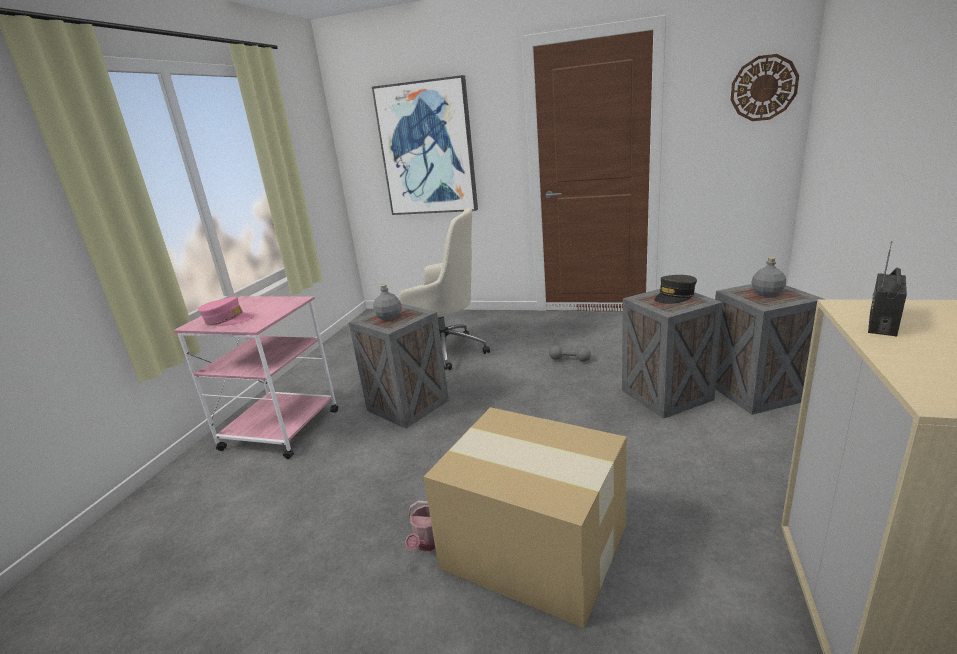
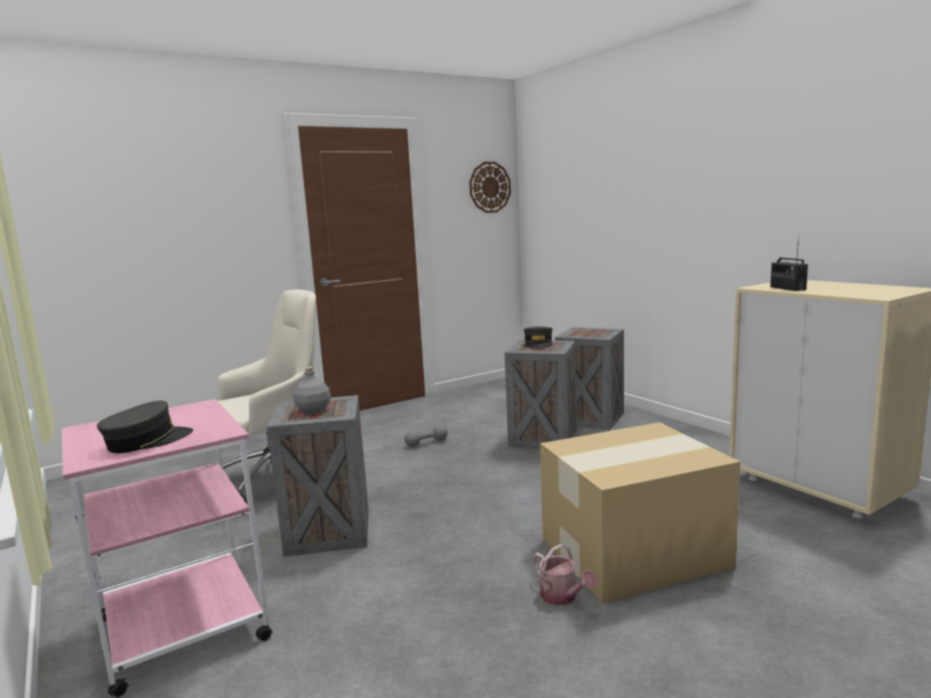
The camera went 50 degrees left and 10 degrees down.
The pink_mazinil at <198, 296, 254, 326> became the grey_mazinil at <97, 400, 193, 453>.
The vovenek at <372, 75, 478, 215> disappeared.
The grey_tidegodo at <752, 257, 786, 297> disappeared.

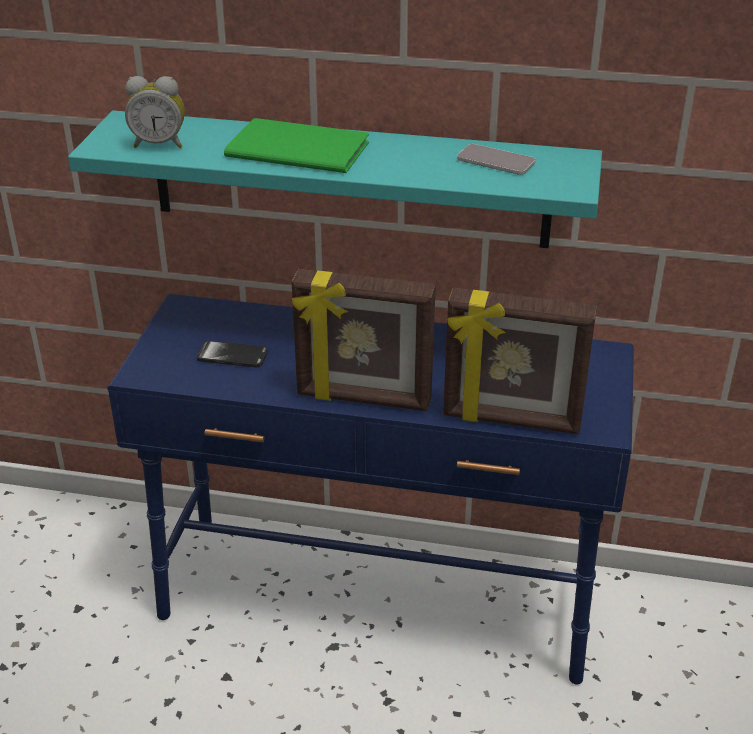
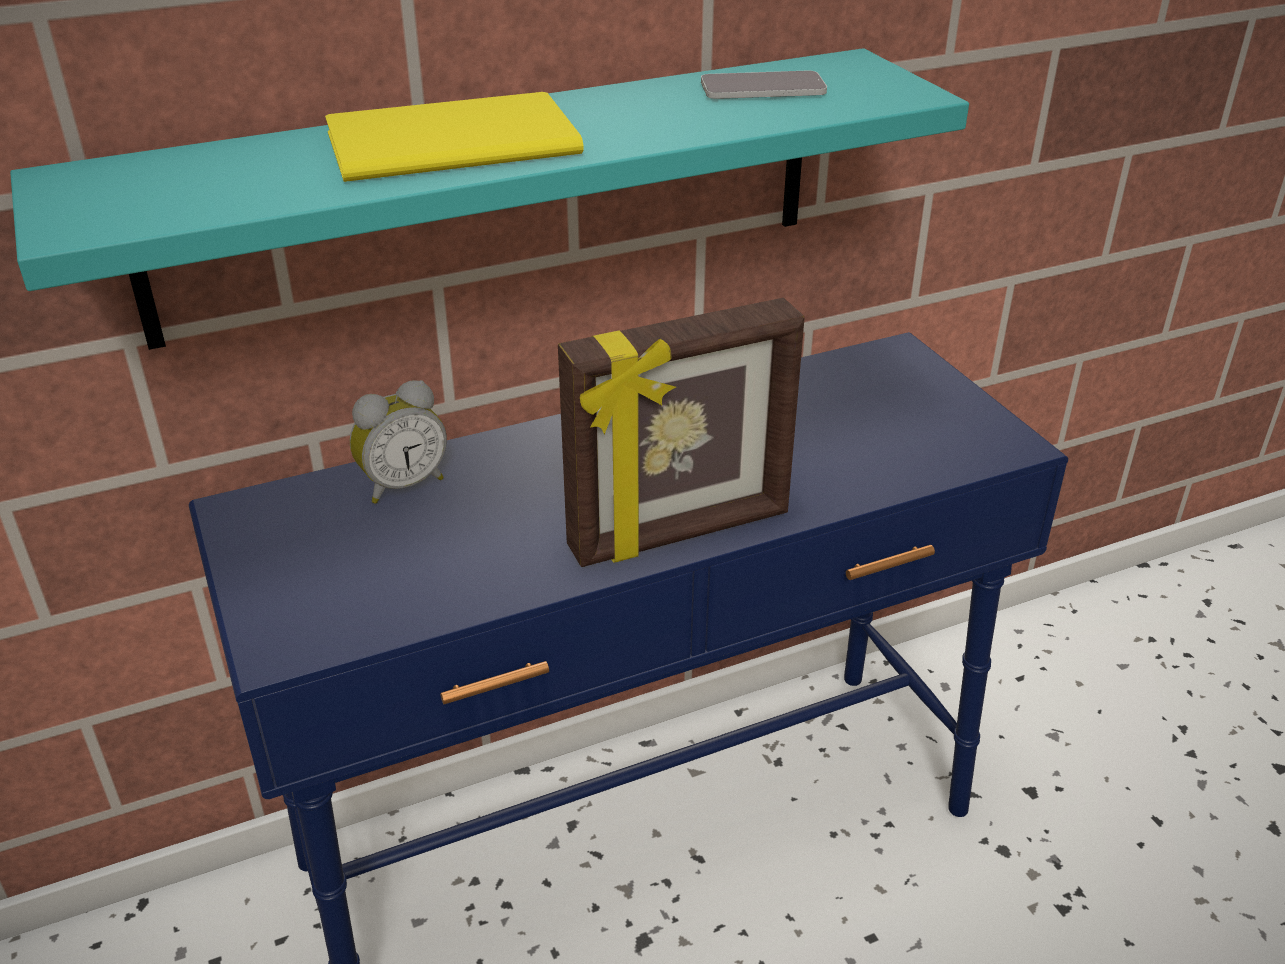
The camera went 35 degrees left and 0 degrees up.
The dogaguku moved from <125, 76, 185, 148> to <350, 380, 447, 504>.
The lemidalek at <197, 340, 268, 367> disappeared.
The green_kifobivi at <224, 118, 369, 173> became the yellow_kifobivi at <325, 92, 584, 182>.
The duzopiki at <443, 288, 597, 434> disappeared.

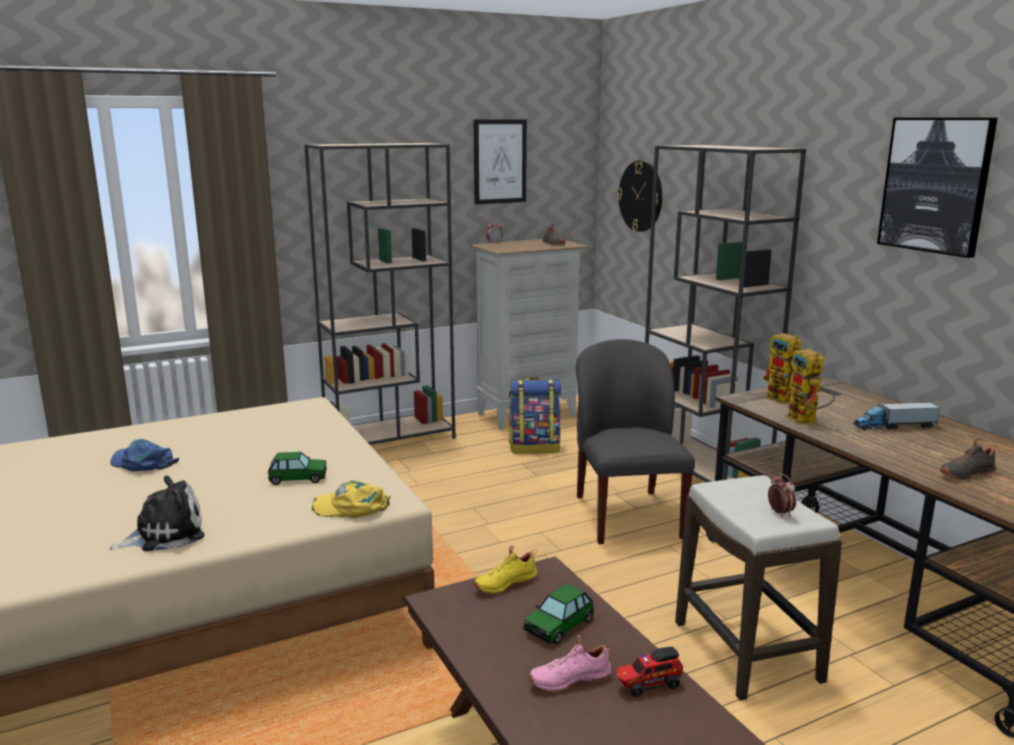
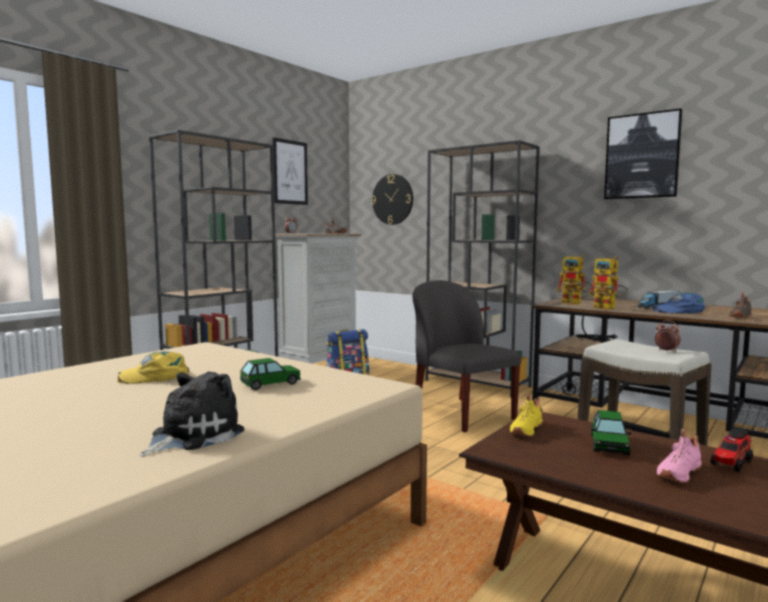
The camera went 25 degrees left and 10 degrees down.
The blue_mazinil moved from <111, 439, 179, 471> to <652, 293, 706, 314>.
The yellow_mazinil moved from <312, 481, 391, 518> to <117, 351, 189, 384>.

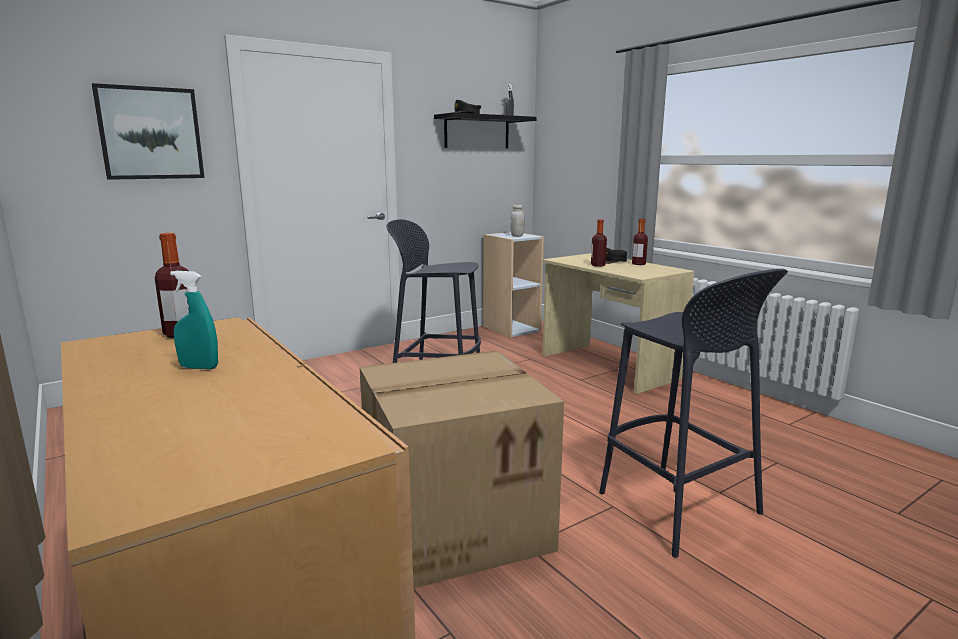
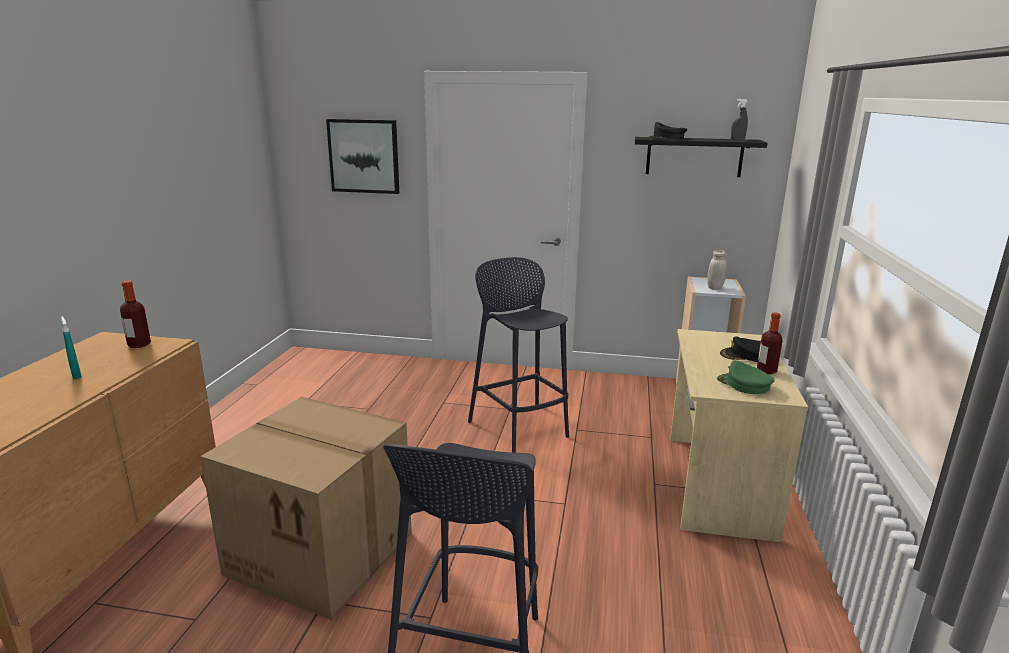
The camera went 45 degrees right and 5 degrees up.
The tidegodo at <591, 219, 607, 267> disappeared.
The green_mazinil at <717, 360, 775, 394> appeared.

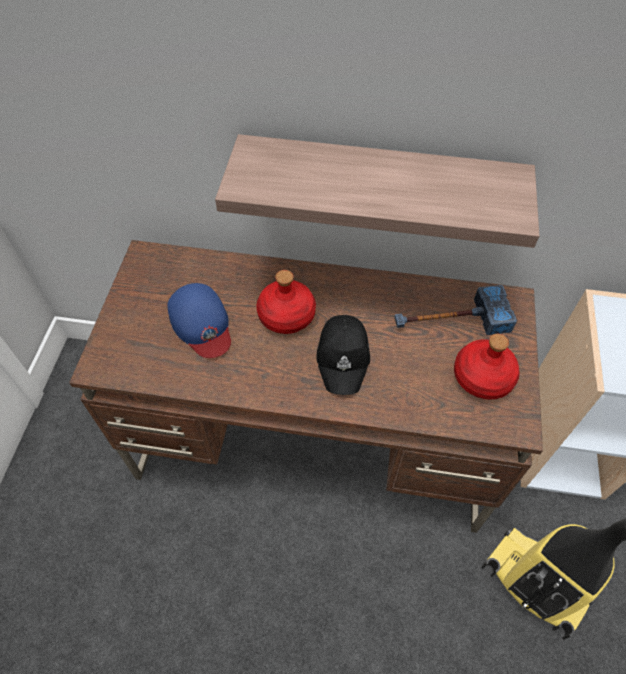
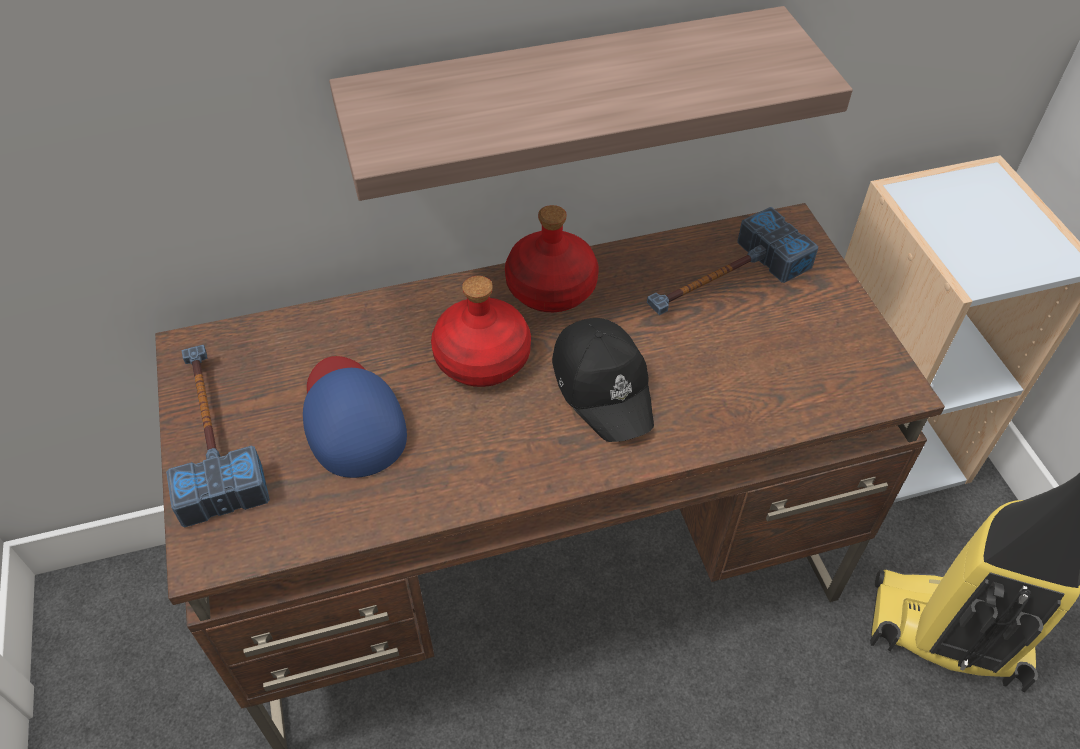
The camera went 25 degrees left and 5 degrees down.
The blue_mazinil at <167, 283, 231, 358> turned 150 degrees counterclockwise.
The red_tidegodo moved from <454, 334, 520, 400> to <505, 205, 599, 312>.
The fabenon at <166, 345, 270, 527> appeared.

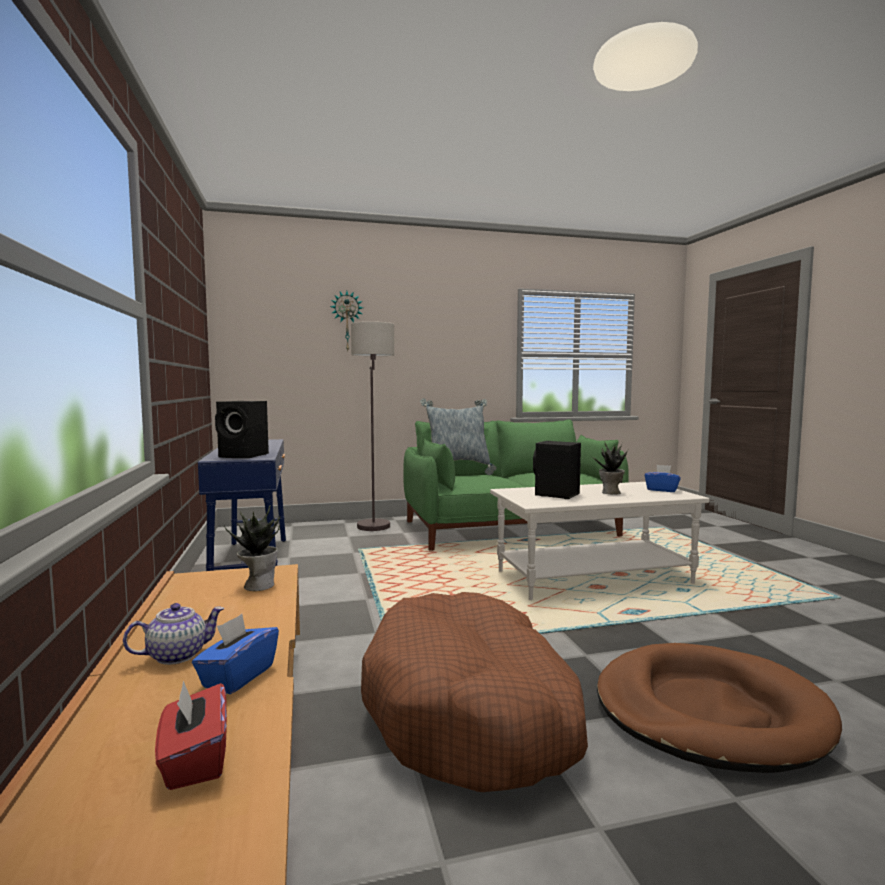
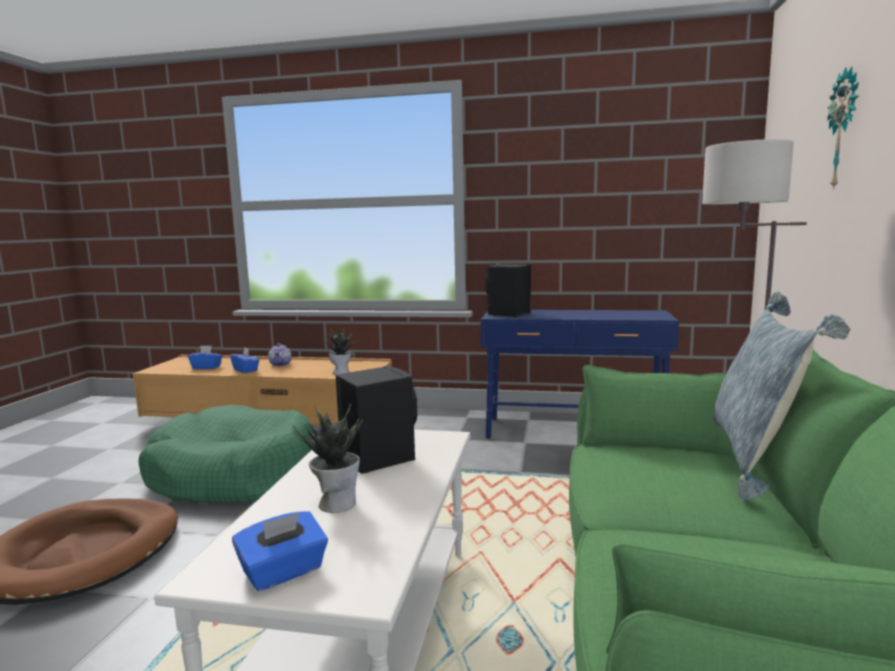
The camera went 115 degrees right and 5 degrees up.
The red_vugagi at <155, 681, 227, 790> became the blue_vugagi at <188, 345, 223, 369>.
The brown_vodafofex at <361, 592, 588, 792> became the green_vodafofex at <138, 405, 313, 503>.

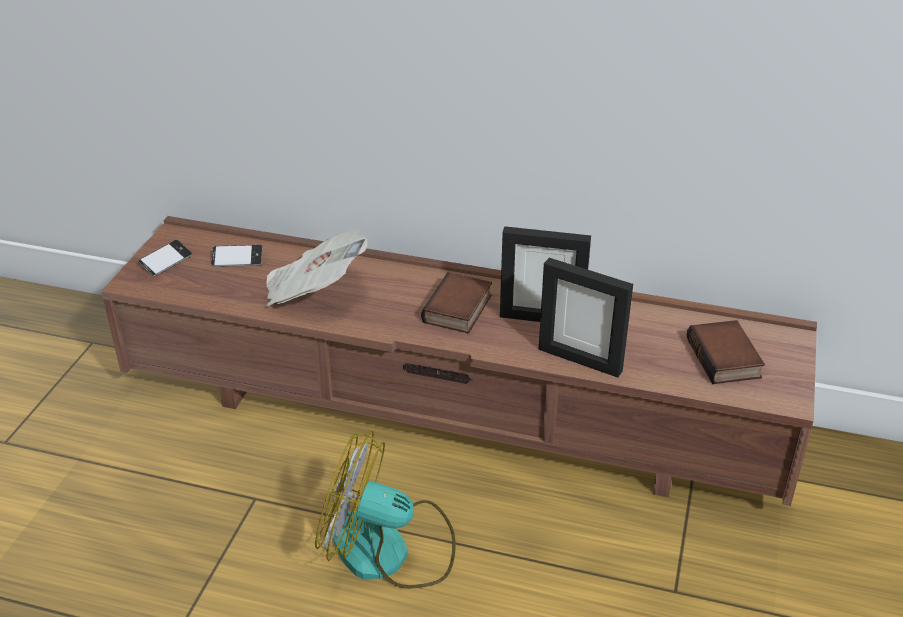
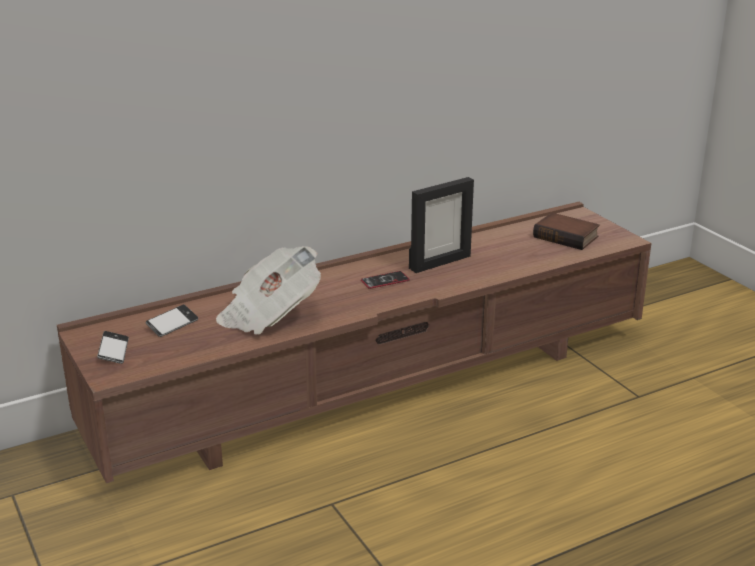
The camera went 45 degrees left and 10 degrees down.
The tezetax at <315, 430, 456, 589> disappeared.
The kifobivi at <421, 272, 492, 333> was replaced by the lemidalek at <361, 271, 410, 289>.
The duzopiki at <539, 258, 633, 378> disappeared.

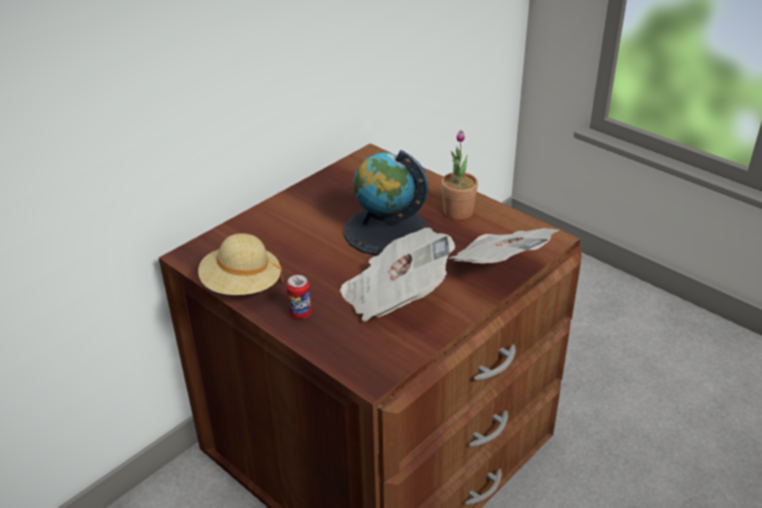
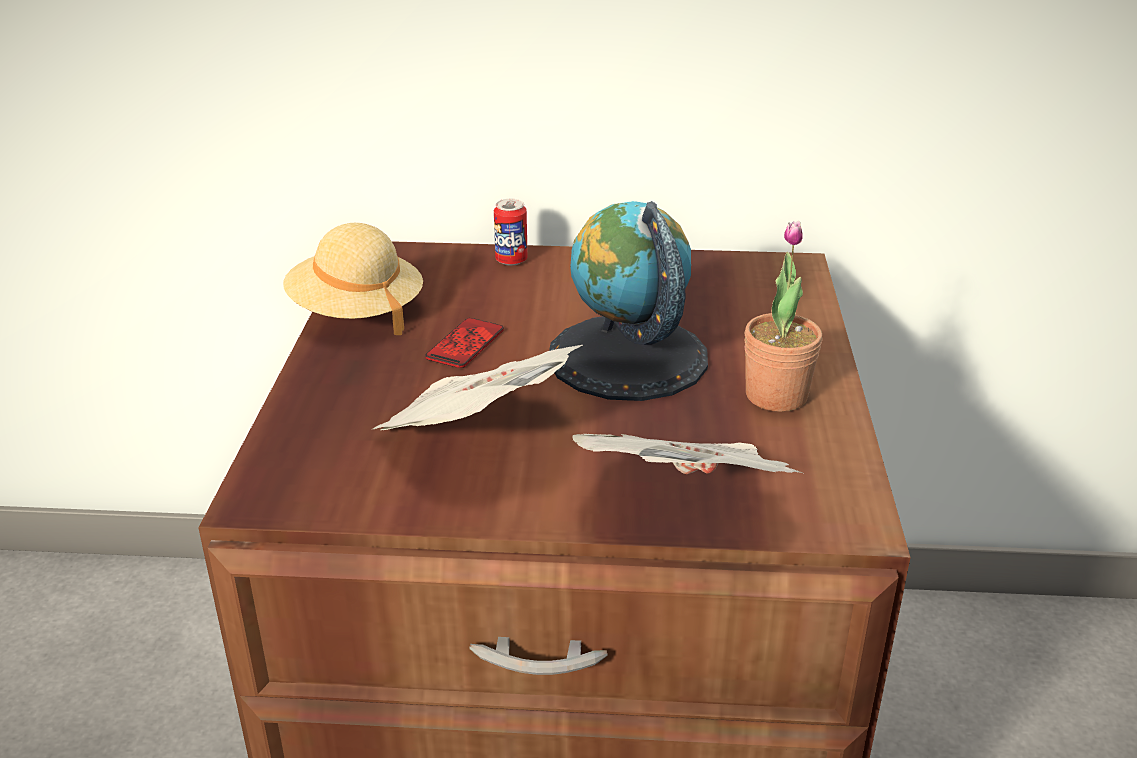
The camera went 50 degrees right and 5 degrees down.
The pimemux moved from <286, 275, 311, 319> to <494, 199, 528, 266>.
The lemidalek at <425, 318, 504, 368> appeared.

